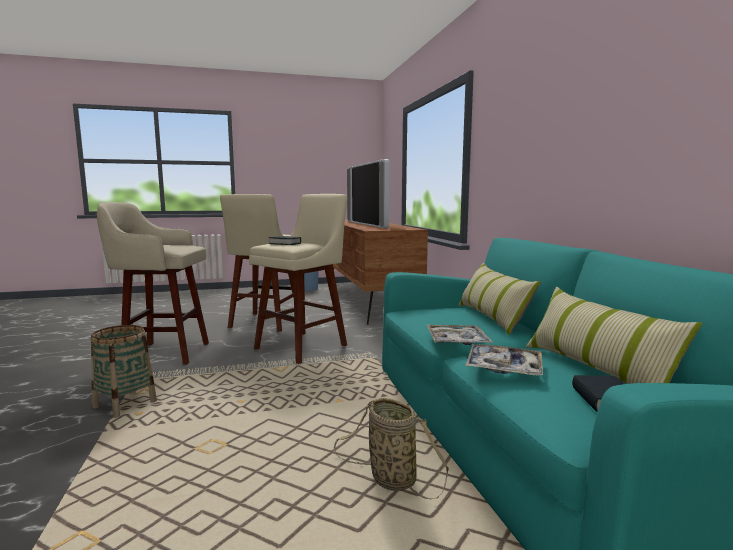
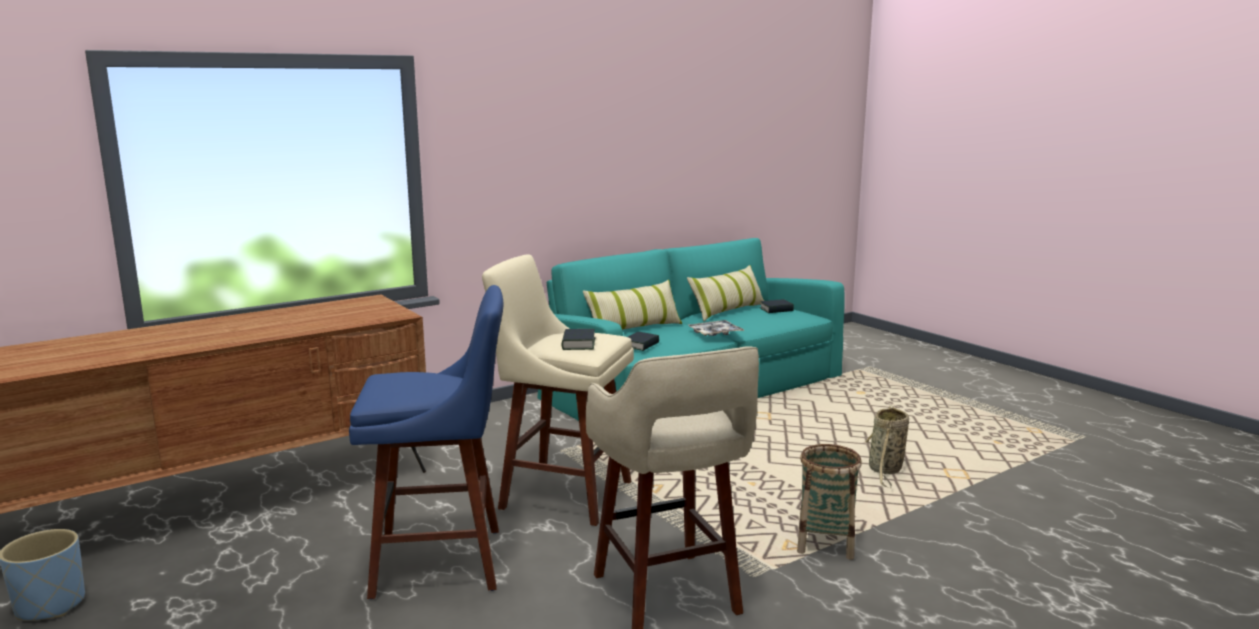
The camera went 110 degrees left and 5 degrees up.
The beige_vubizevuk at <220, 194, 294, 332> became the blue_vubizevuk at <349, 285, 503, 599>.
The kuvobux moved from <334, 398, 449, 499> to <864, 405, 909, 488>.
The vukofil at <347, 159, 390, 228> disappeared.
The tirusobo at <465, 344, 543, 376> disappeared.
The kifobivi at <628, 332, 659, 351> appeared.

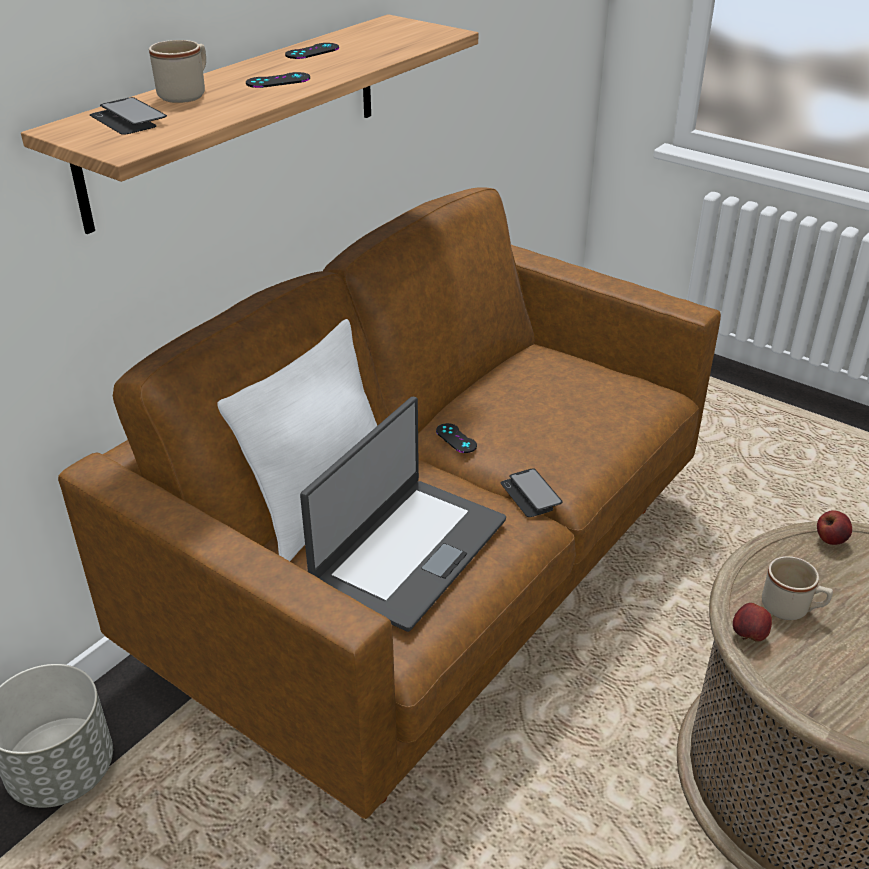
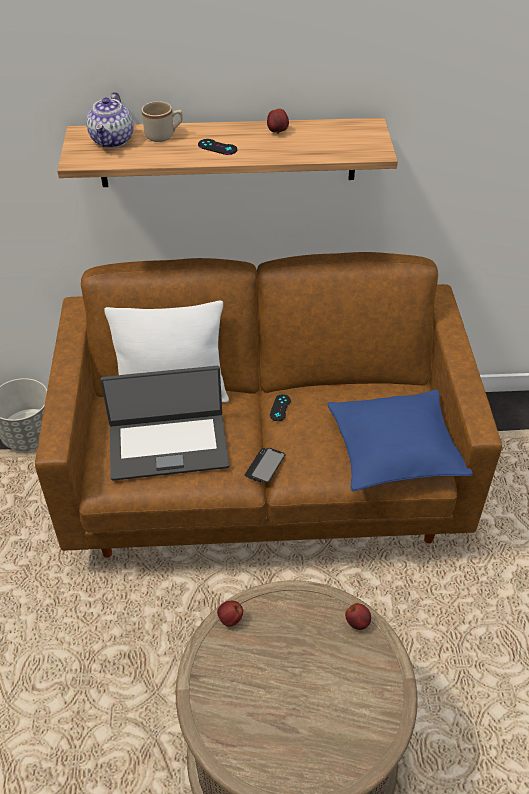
The camera went 50 degrees right and 10 degrees up.
The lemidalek at <90, 97, 167, 135> was replaced by the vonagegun at <86, 92, 133, 148>.
The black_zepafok at <285, 43, 339, 59> was replaced by the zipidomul at <267, 108, 289, 134>.
The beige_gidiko at <762, 556, 833, 620> disappeared.
The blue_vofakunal at <328, 389, 473, 491> appeared.

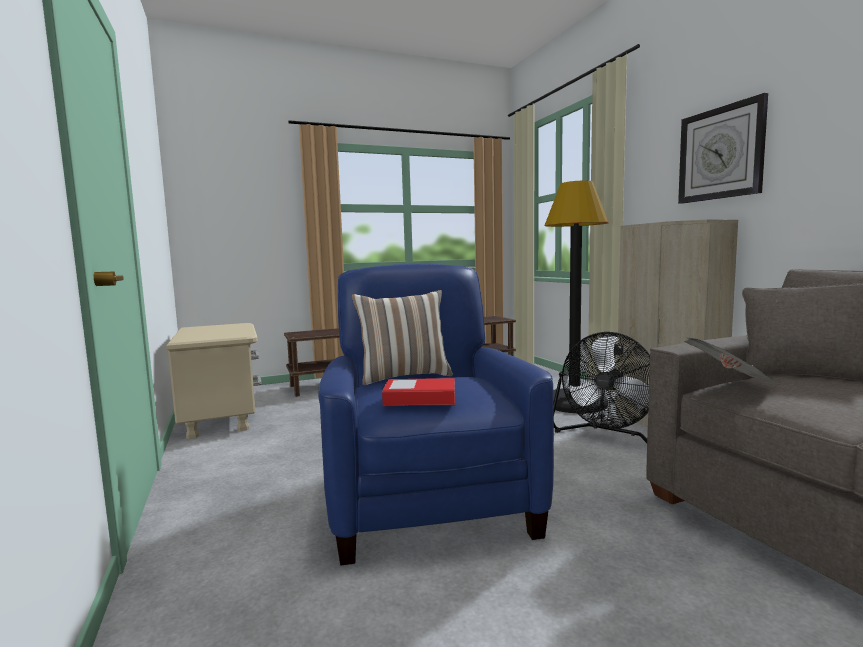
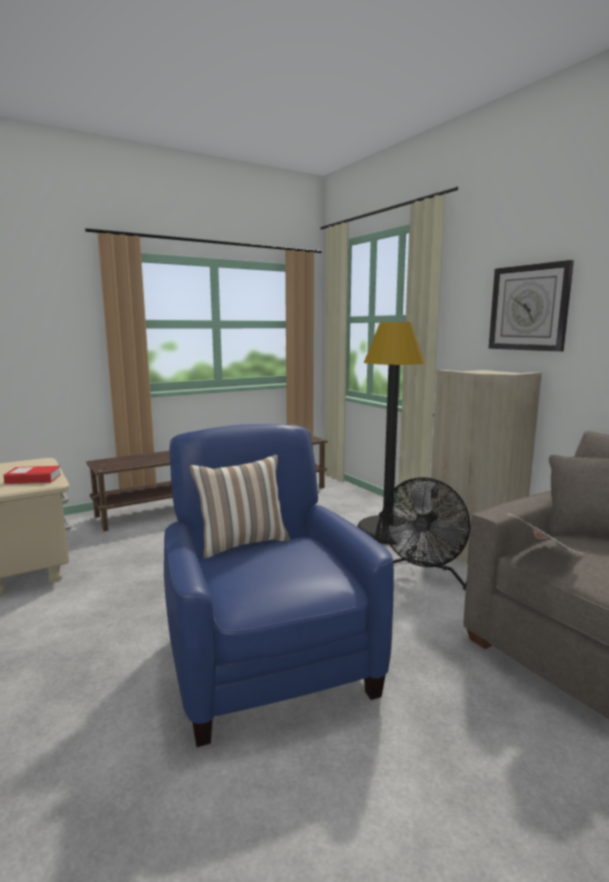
The camera went 10 degrees left and 5 degrees up.
The kifobivi moved from <382, 378, 455, 406> to <3, 466, 61, 484>.

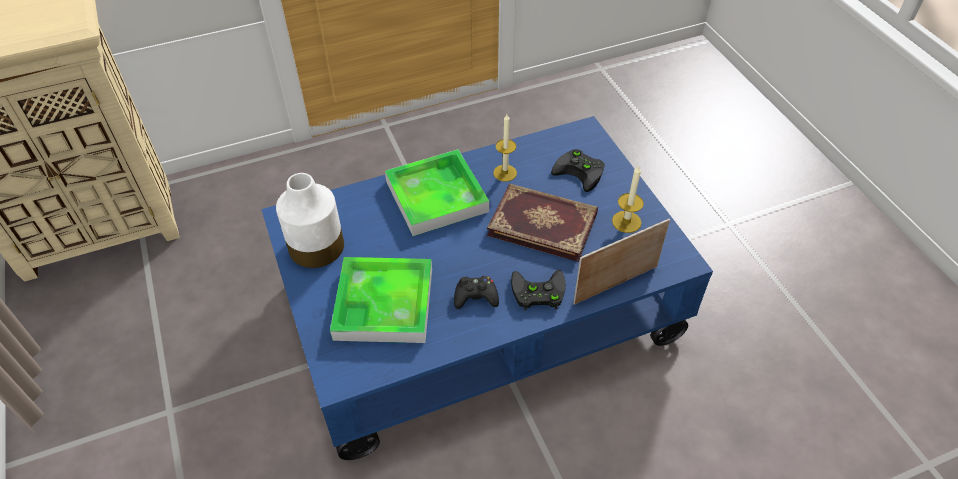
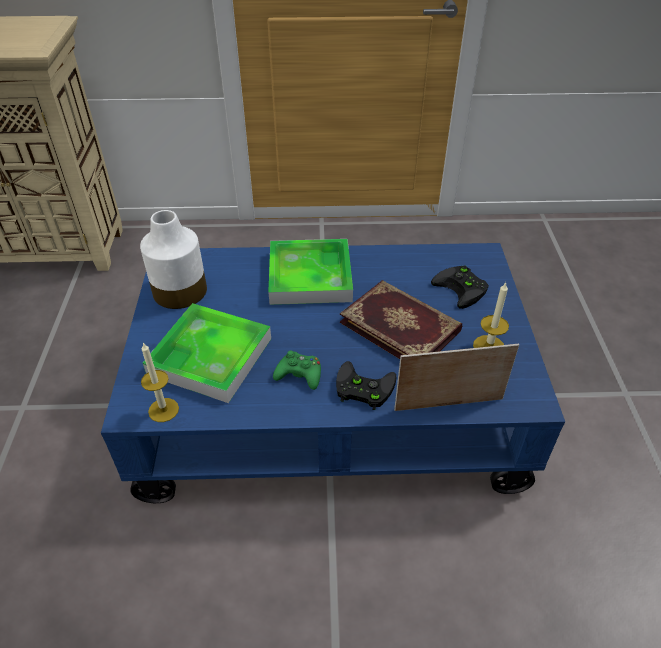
The camera went 20 degrees right and 5 degrees down.
The black_zepafok at <454, 276, 499, 309> became the green_zepafok at <273, 351, 321, 390>.
The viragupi moved from <493, 114, 517, 182> to <141, 342, 179, 422>.

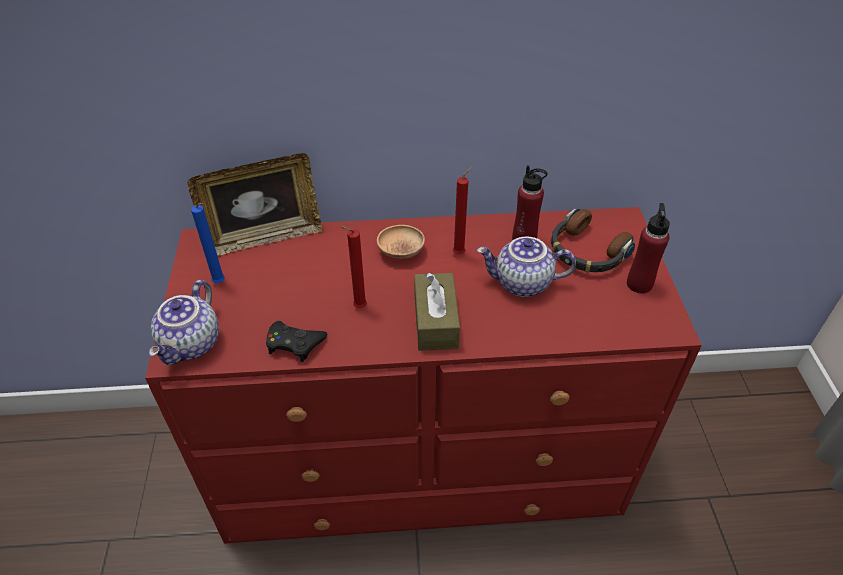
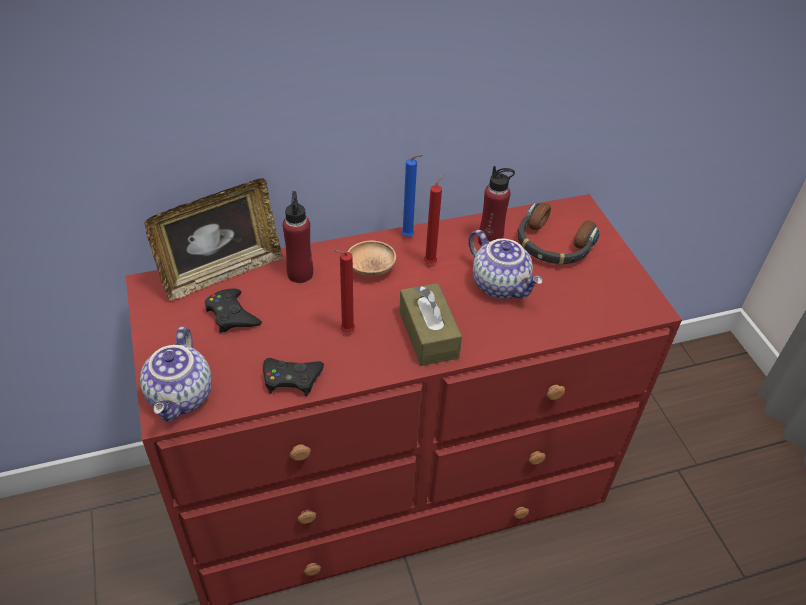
The camera went 15 degrees left and 0 degrees up.
The blue_viragupi moved from <191, 203, 225, 283> to <401, 155, 423, 237>.
The vonagegun at <477, 237, 576, 297> turned 120 degrees counterclockwise.
The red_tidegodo moved from <627, 203, 670, 294> to <283, 191, 313, 283>.
The black_zepafok at <205, 288, 262, 333> appeared.

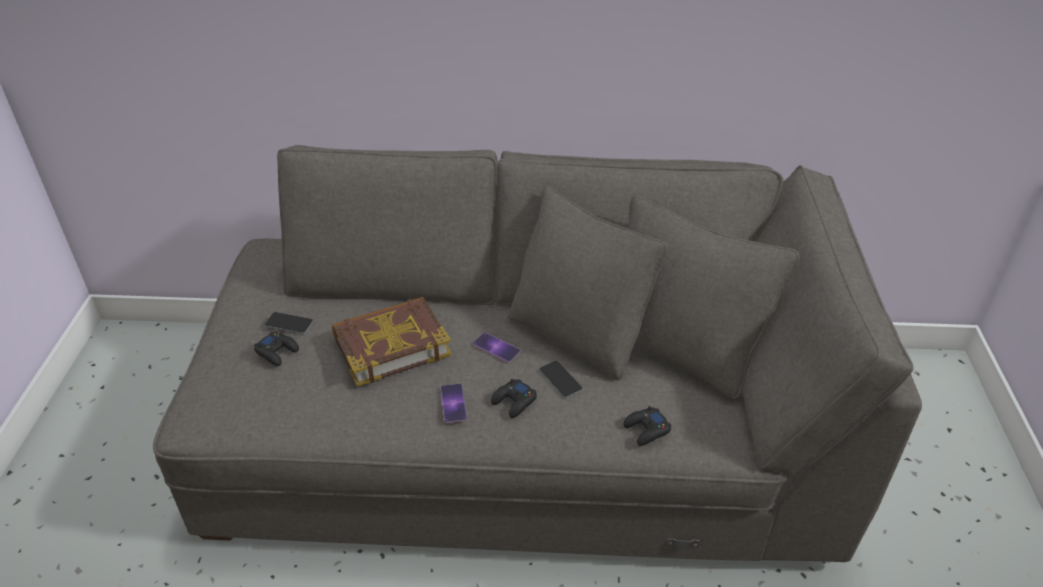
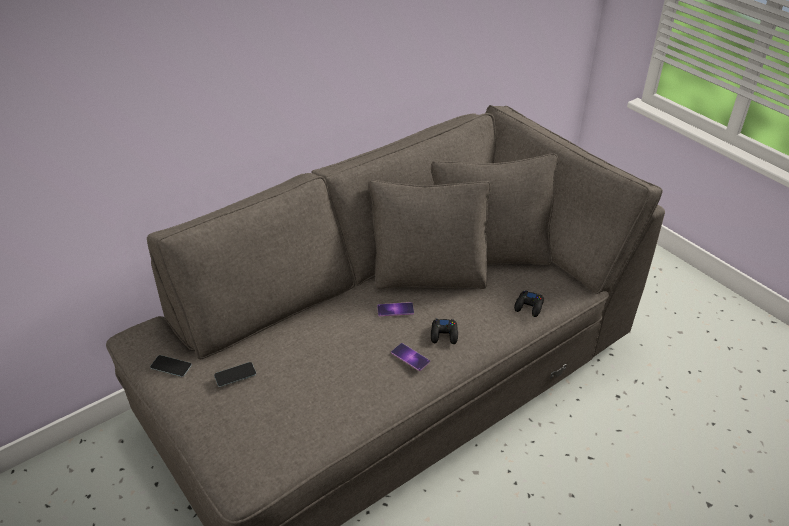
The camera went 40 degrees left and 0 degrees up.
The black_zepafok at <254, 332, 299, 366> disappeared.
The kifobivi at <332, 297, 452, 387> disappeared.
The lemidalek moved from <539, 361, 582, 398> to <150, 355, 192, 377>.

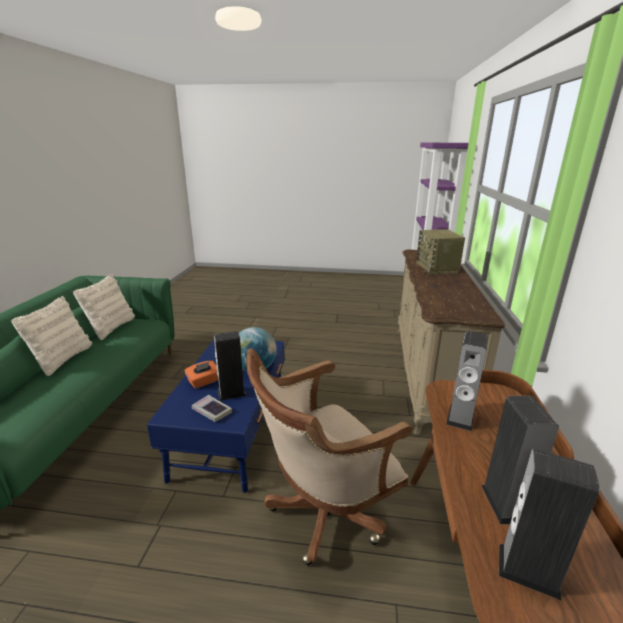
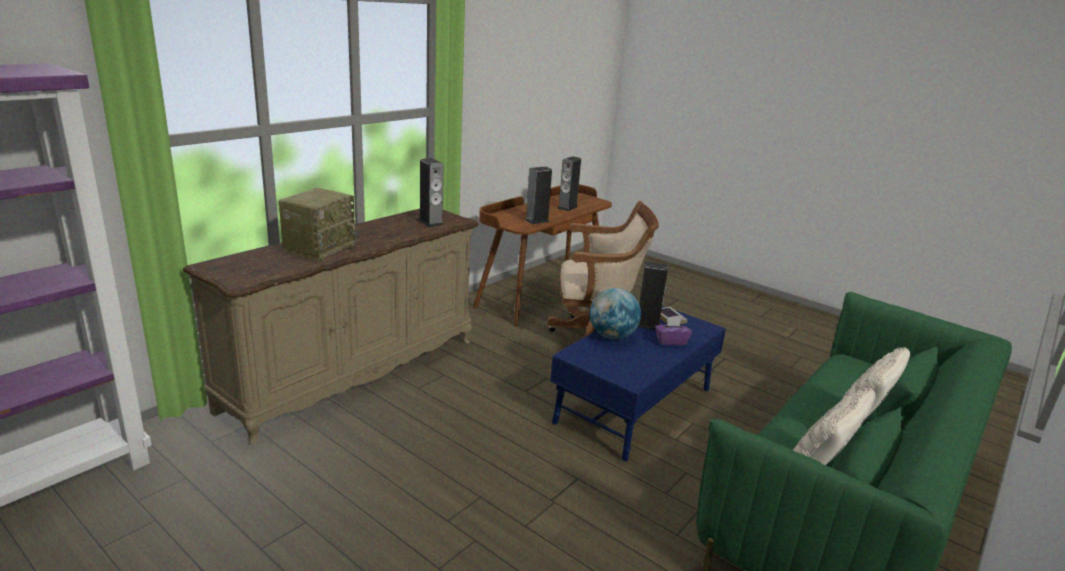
The camera went 150 degrees left and 0 degrees up.
The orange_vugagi at <184, 361, 218, 389> became the purple_vugagi at <655, 317, 692, 346>.
The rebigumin moved from <499, 449, 599, 601> to <419, 158, 444, 227>.

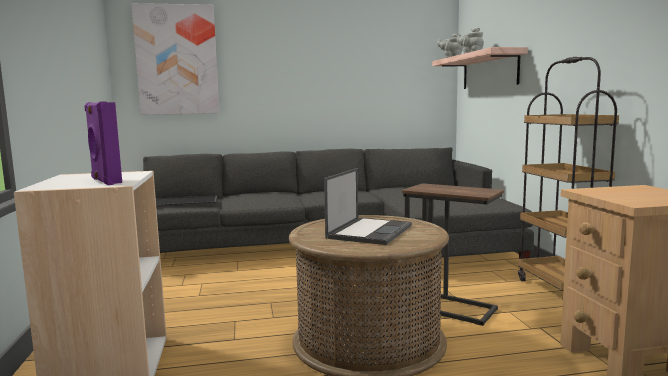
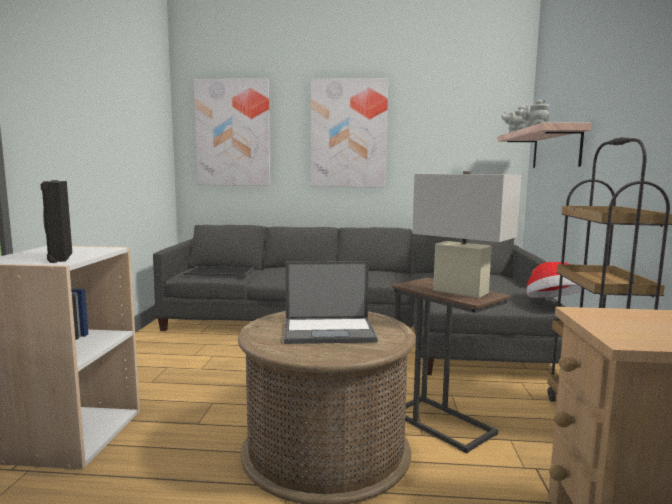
The camera went 15 degrees right and 0 degrees up.
The purple_rebigumin at <84, 102, 122, 185> became the black_rebigumin at <41, 180, 72, 263>.
The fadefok at <324, 168, 412, 245> turned 45 degrees clockwise.
The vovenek at <311, 78, 388, 188> appeared.
The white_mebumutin at <412, 171, 521, 298> appeared.
The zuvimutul at <526, 262, 585, 298> appeared.

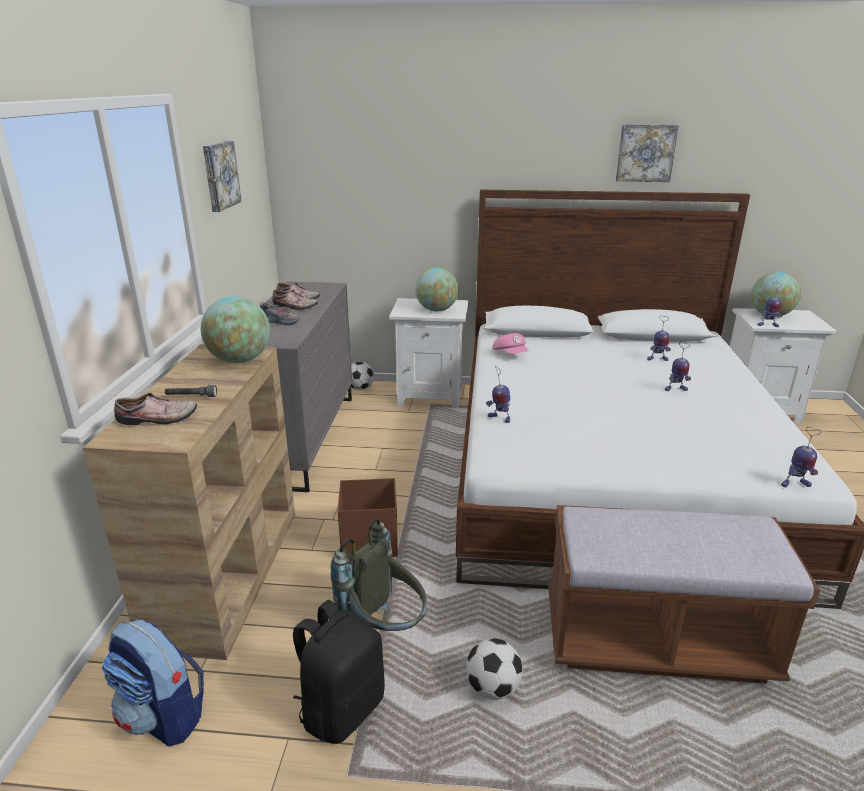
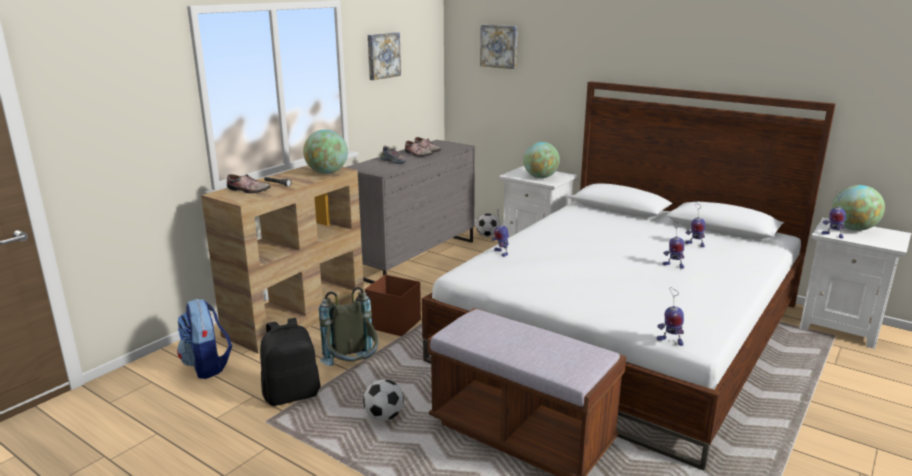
The camera went 30 degrees right and 5 degrees down.
The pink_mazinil at <492, 333, 529, 354> disappeared.
The vovenek moved from <616, 124, 679, 182> to <480, 25, 518, 69>.

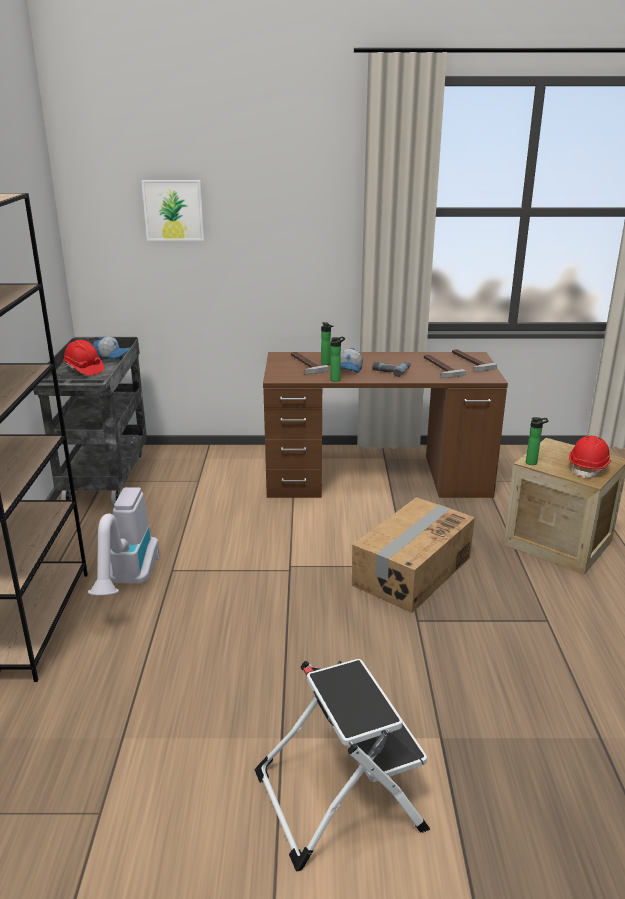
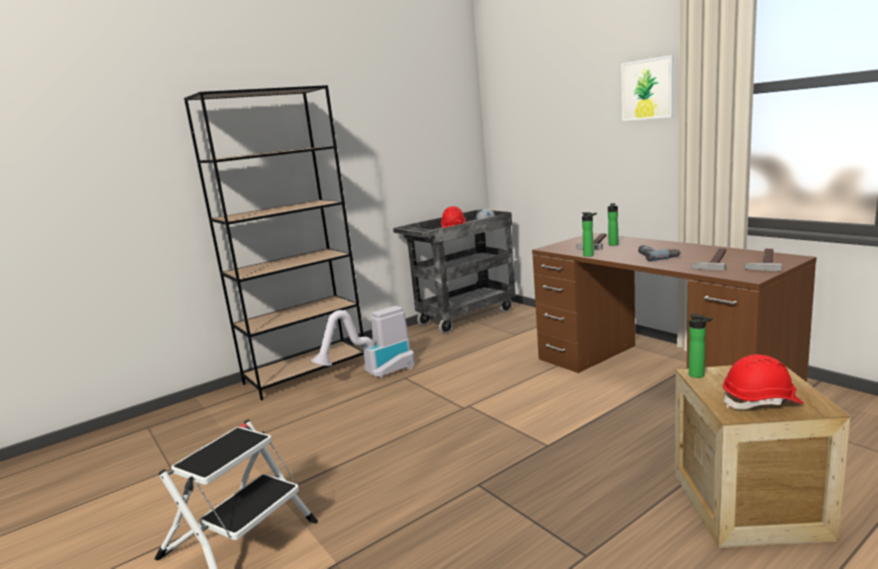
The camera went 55 degrees right and 10 degrees down.
The vovenek moved from <142, 180, 204, 241> to <621, 55, 674, 121>.
The mazinil at <340, 348, 363, 373> disappeared.
The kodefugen at <352, 497, 475, 613> disappeared.

